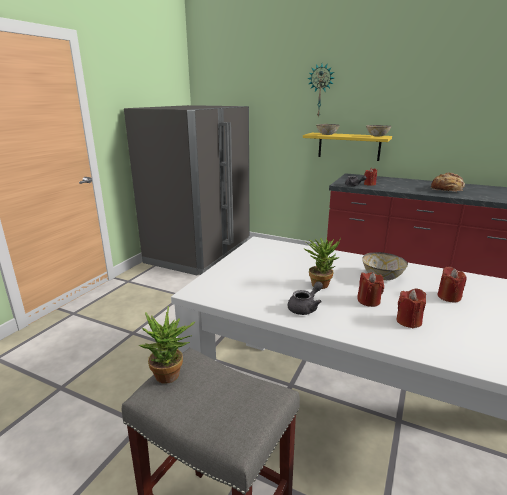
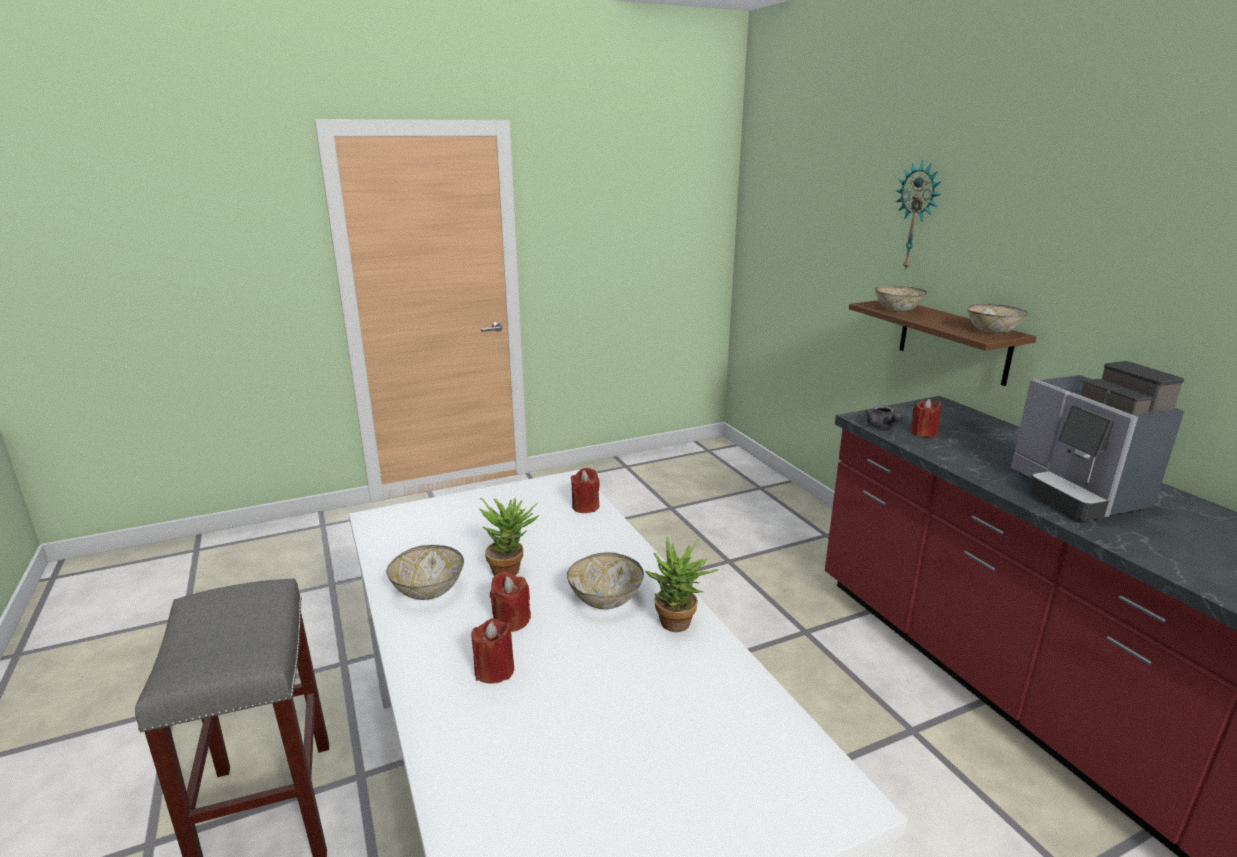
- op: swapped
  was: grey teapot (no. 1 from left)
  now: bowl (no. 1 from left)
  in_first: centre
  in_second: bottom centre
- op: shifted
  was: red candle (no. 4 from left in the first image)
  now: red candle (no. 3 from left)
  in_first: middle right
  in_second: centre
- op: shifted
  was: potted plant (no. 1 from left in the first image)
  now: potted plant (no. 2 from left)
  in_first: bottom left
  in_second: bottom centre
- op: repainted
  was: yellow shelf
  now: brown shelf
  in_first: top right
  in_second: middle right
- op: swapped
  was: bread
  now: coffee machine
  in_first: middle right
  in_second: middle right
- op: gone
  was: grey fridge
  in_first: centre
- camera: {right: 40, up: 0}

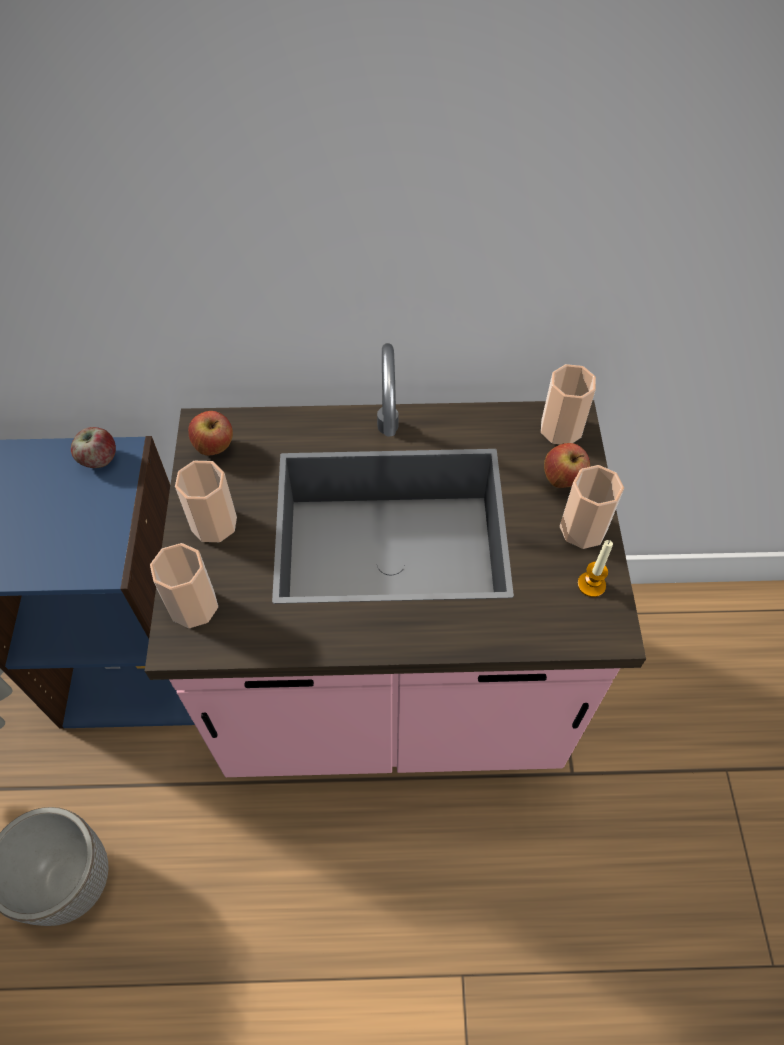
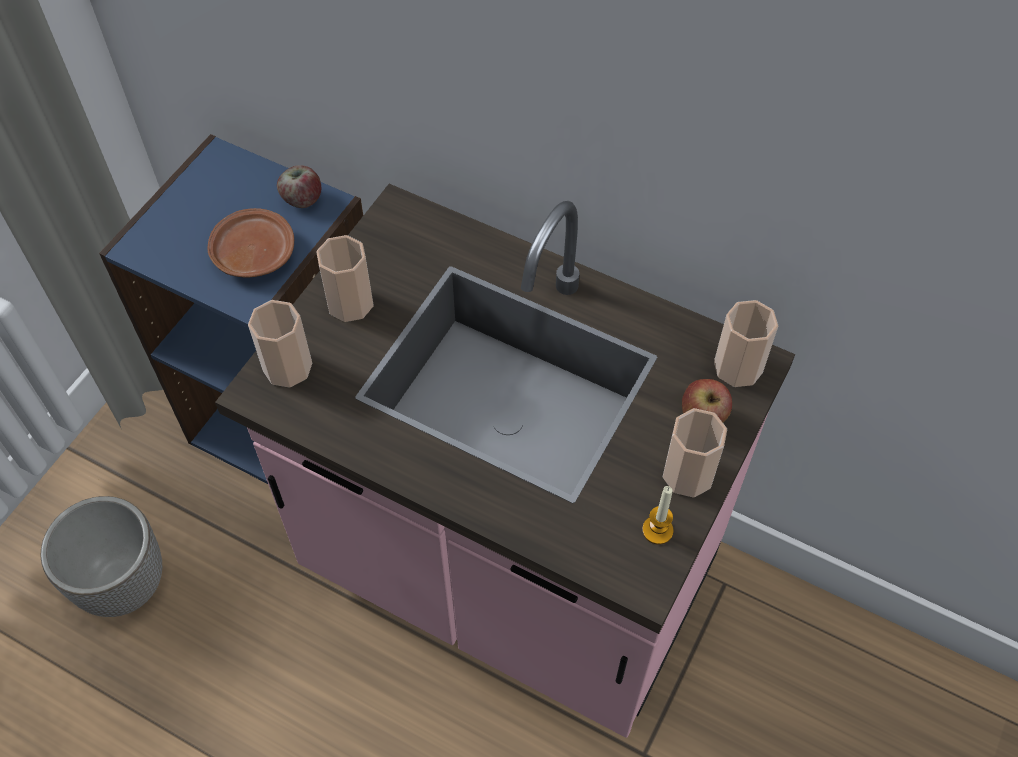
- op: new
  now: brown plate
  in_second: top left
- op: gone
  was: apple (no. 2 from left)
  in_first: middle left
- camera: {right: 30, up: 0}

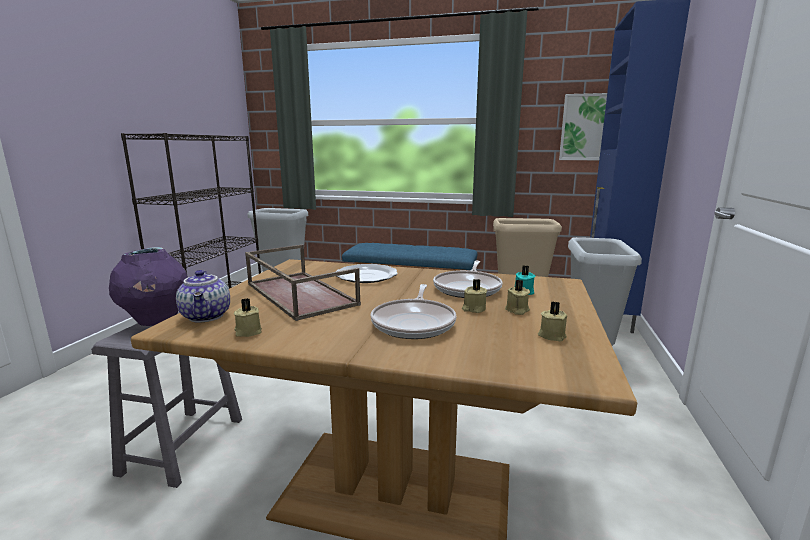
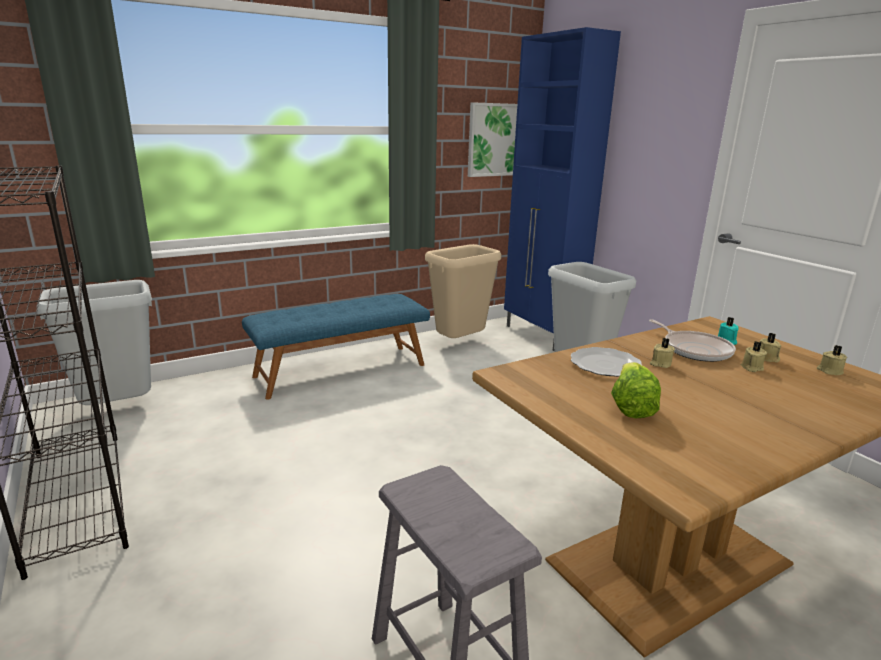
- op: swapped
  was: brown tray
  now: lettuce
  in_first: centre
  in_second: middle right
- op: shifted
  was: beige candle (no. 1 from left)
  in_first: middle left
  in_second: middle right
- op: gone
  was: purple vase
  in_first: middle left
- op: gone
  was: teapot
  in_first: middle left
- op: gone
  was: frying pan (no. 1 from left)
  in_first: centre
- camera: {right: -45, up: 5}

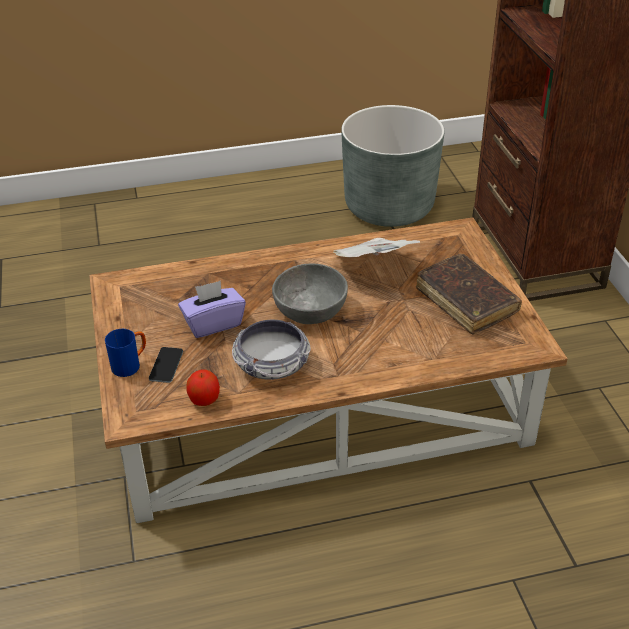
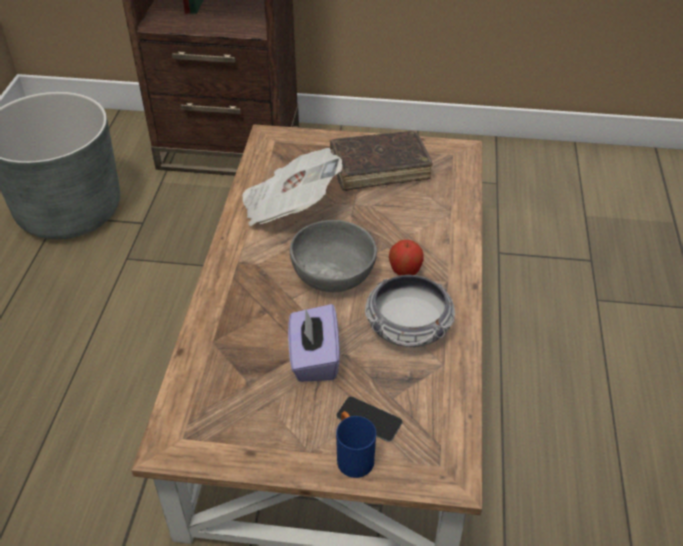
- op: shifted
  was: apple
  in_first: middle left
  in_second: centre
- camera: {right: -70, up: 5}

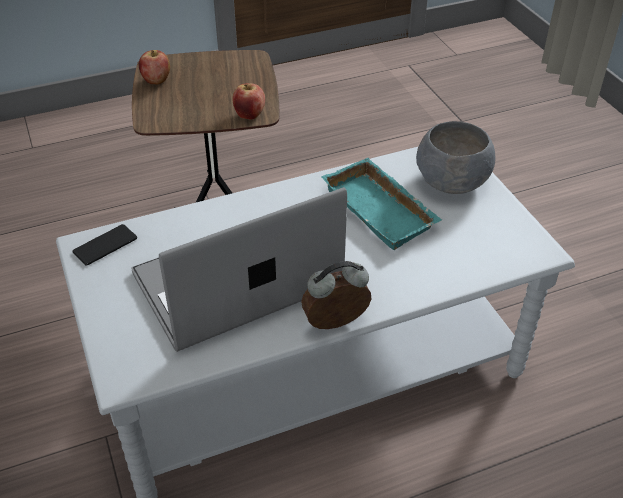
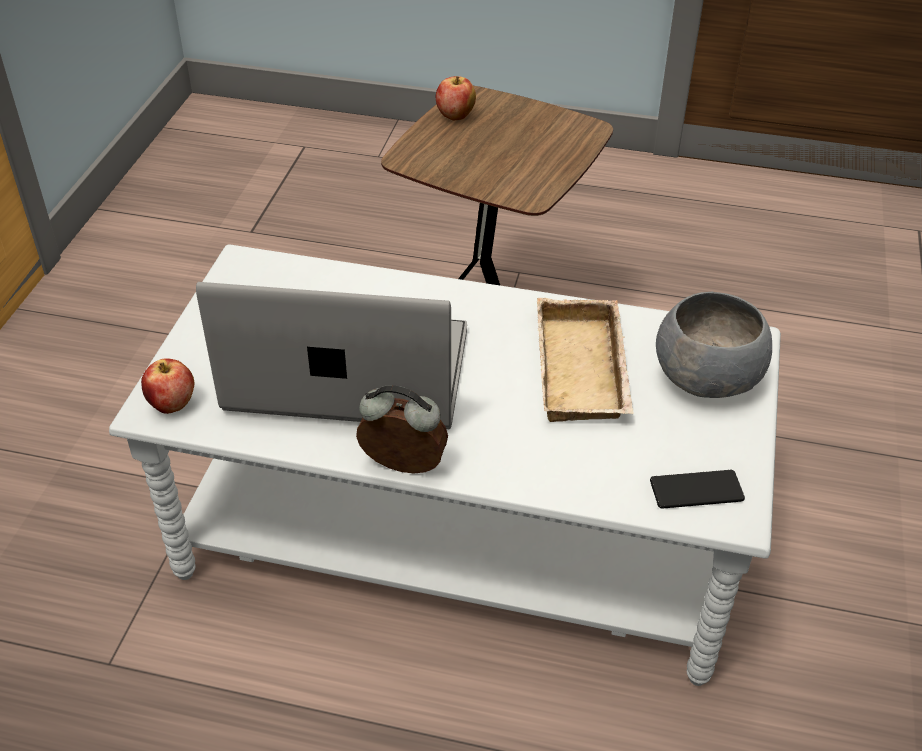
- op: shifted
  was: apple (no. 2 from left in the first image)
  now: apple (no. 1 from left)
  in_first: top centre
  in_second: middle left
- op: repainted
  was: turquoise tray
  now: beige tray
  in_first: centre
  in_second: centre
- op: shifted
  was: phone
  in_first: middle left
  in_second: middle right
- camera: {right: 35, up: 0}

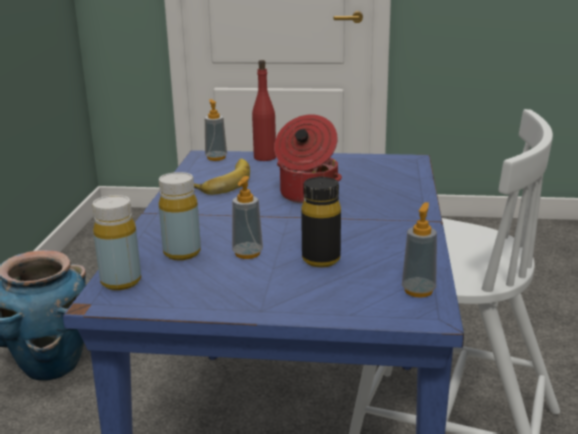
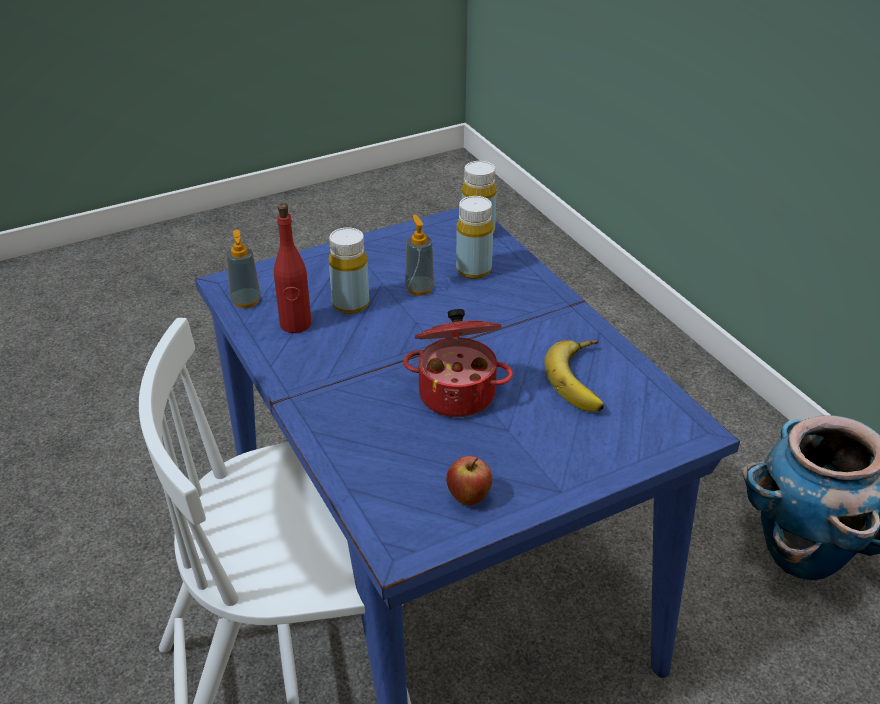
- op: shifted
  was: red bottle
  in_first: top centre
  in_second: middle left
- op: repainted
  was: black bottle
  now: yellow bottle (no. 1 from left)
  in_first: centre
  in_second: centre
- op: new
  now: apple
  in_second: bottom centre
- op: gone
  was: soap dispenser (no. 1 from left)
  in_first: top centre
- camera: {right: 145, up: 15}

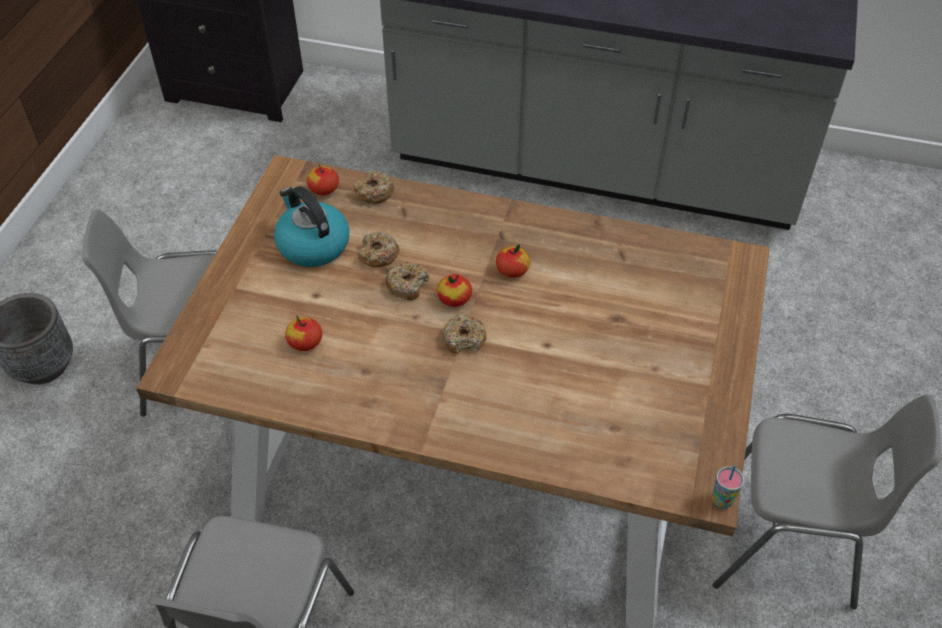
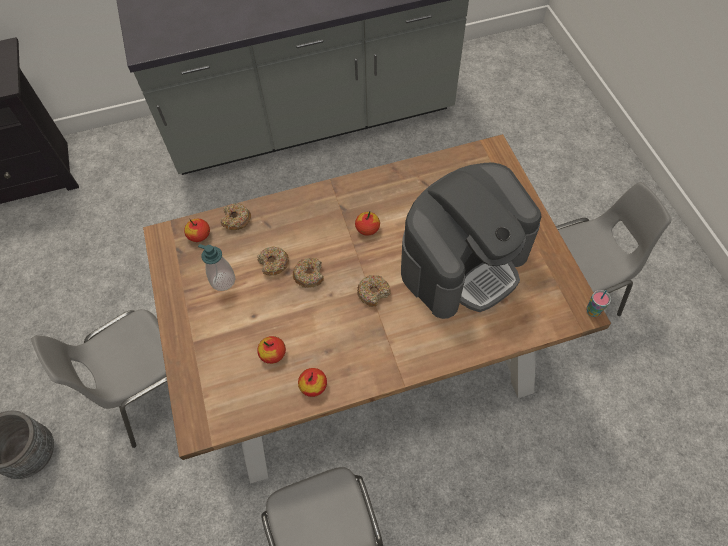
- op: swapped
  was: kettle
  now: soap dispenser
  in_first: middle left
  in_second: middle left
- op: shifted
  was: apple (no. 3 from left)
  in_first: centre
  in_second: bottom centre
- op: new
  now: coffee machine
  in_second: centre
- camera: {right: -30, up: 10}

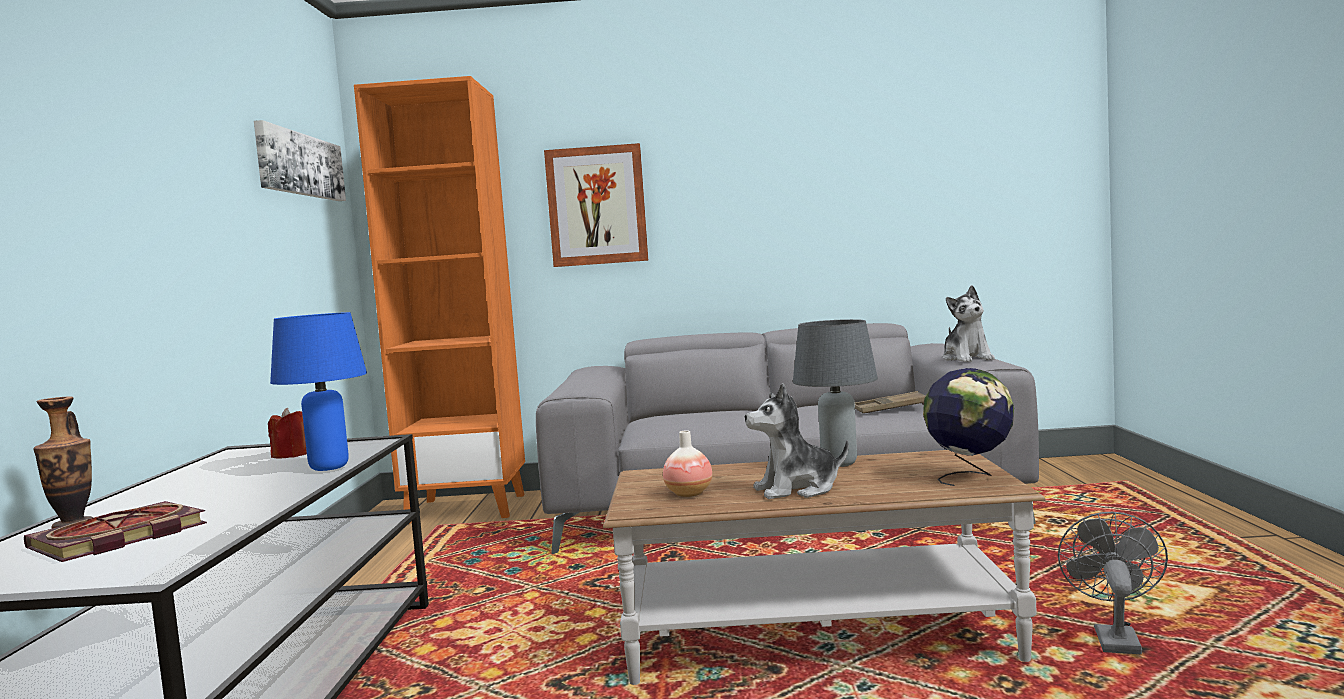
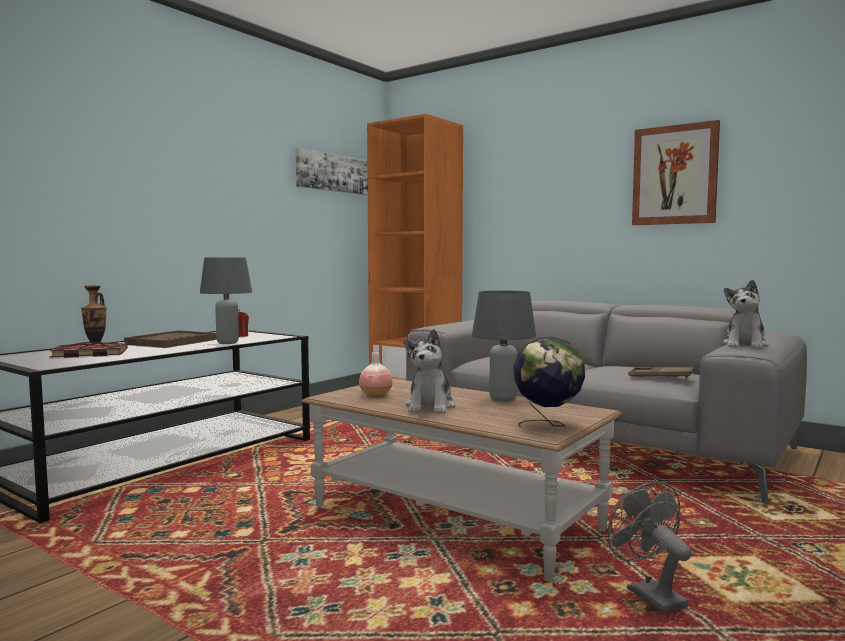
- op: new
  now: brown tray (no. 1 from left)
  in_second: middle left
- op: repainted
  was: blue table lamp
  now: grey table lamp (no. 1 from left)
  in_first: middle left
  in_second: middle left
- op: rotated
  was: plush toy (no. 1 from left)
  in_first: centre
  in_second: centre
  clockwise: -105
- op: rotated
  was: grey fan
  in_first: bottom right
  in_second: bottom right
  clockwise: -75
- op: shifted
  was: picture (no. 2 from left)
  in_first: top centre
  in_second: top right
- camera: {right: 35, up: 0}

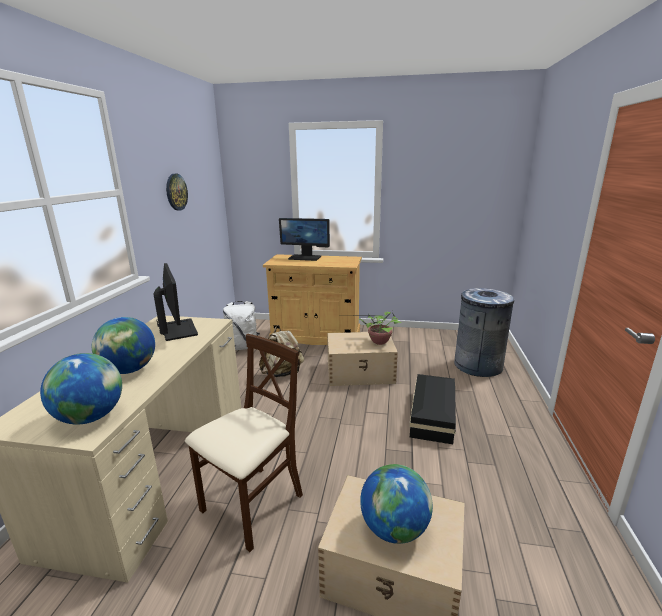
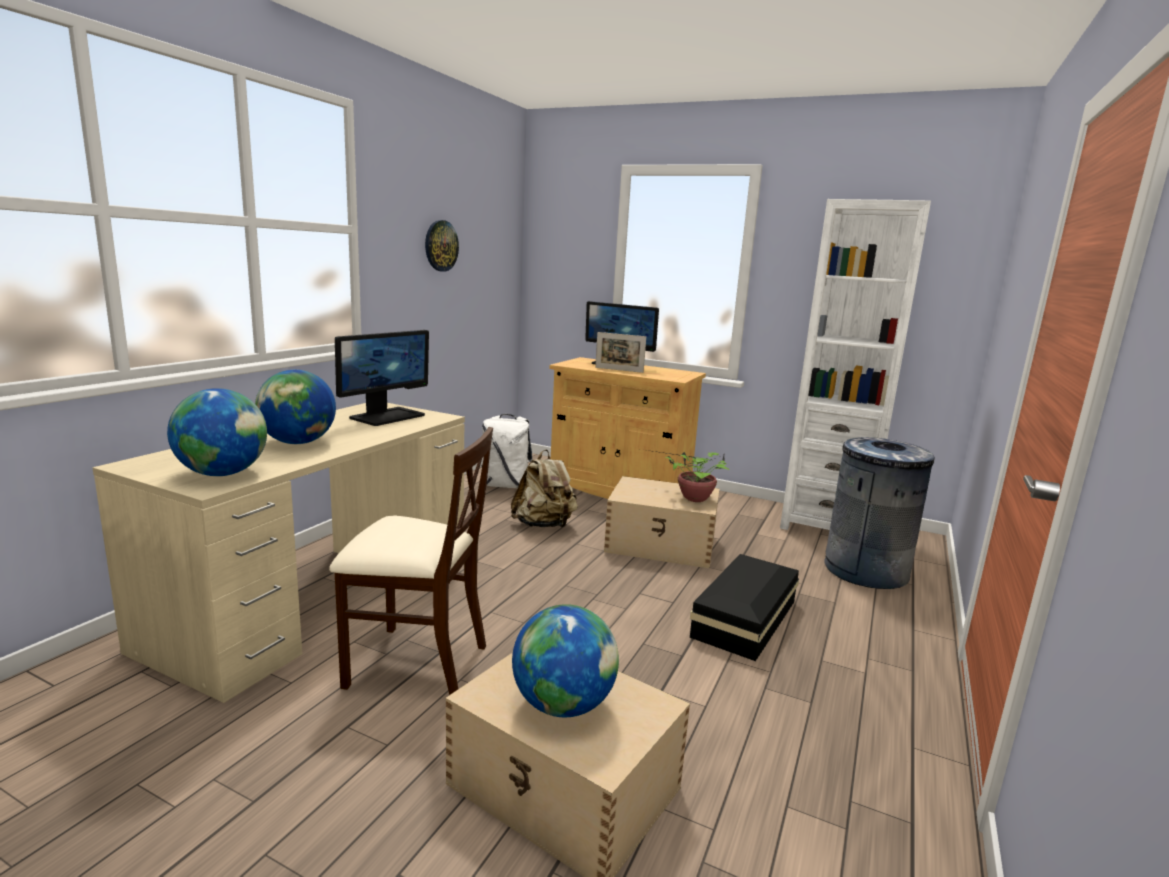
- op: rotated
  was: beige chair
  in_first: bottom centre
  in_second: centre
  clockwise: 45
- op: rotated
  was: monitor (no. 1 from left)
  in_first: middle left
  in_second: middle left
  clockwise: 45
- op: new
  now: picture frame
  in_second: centre
- op: new
  now: white bookcase
  in_second: middle right
- camera: {right: 15, up: -5}

